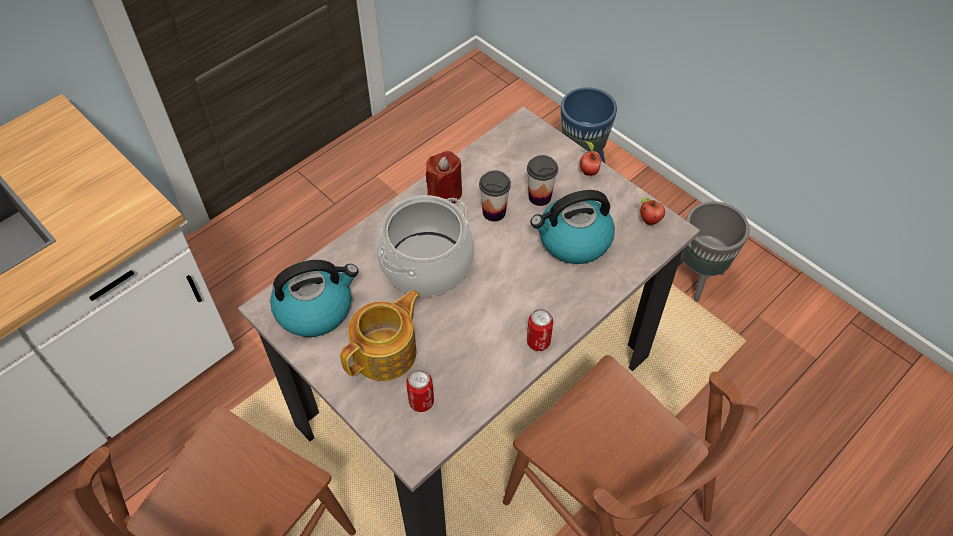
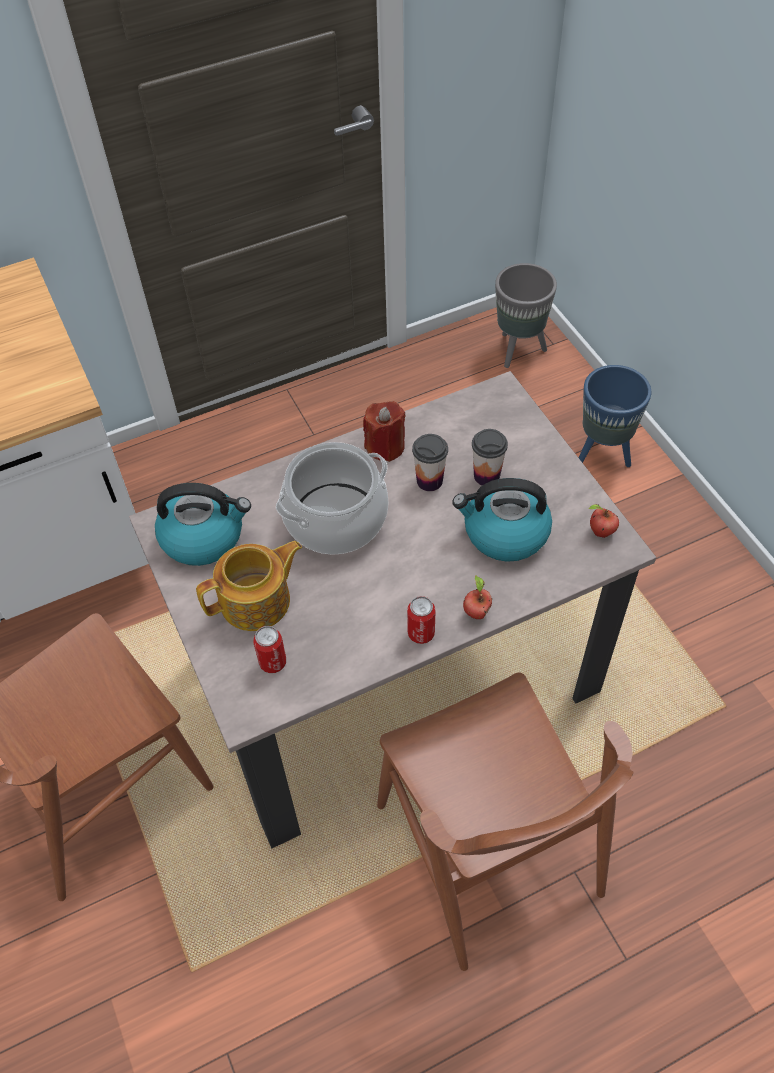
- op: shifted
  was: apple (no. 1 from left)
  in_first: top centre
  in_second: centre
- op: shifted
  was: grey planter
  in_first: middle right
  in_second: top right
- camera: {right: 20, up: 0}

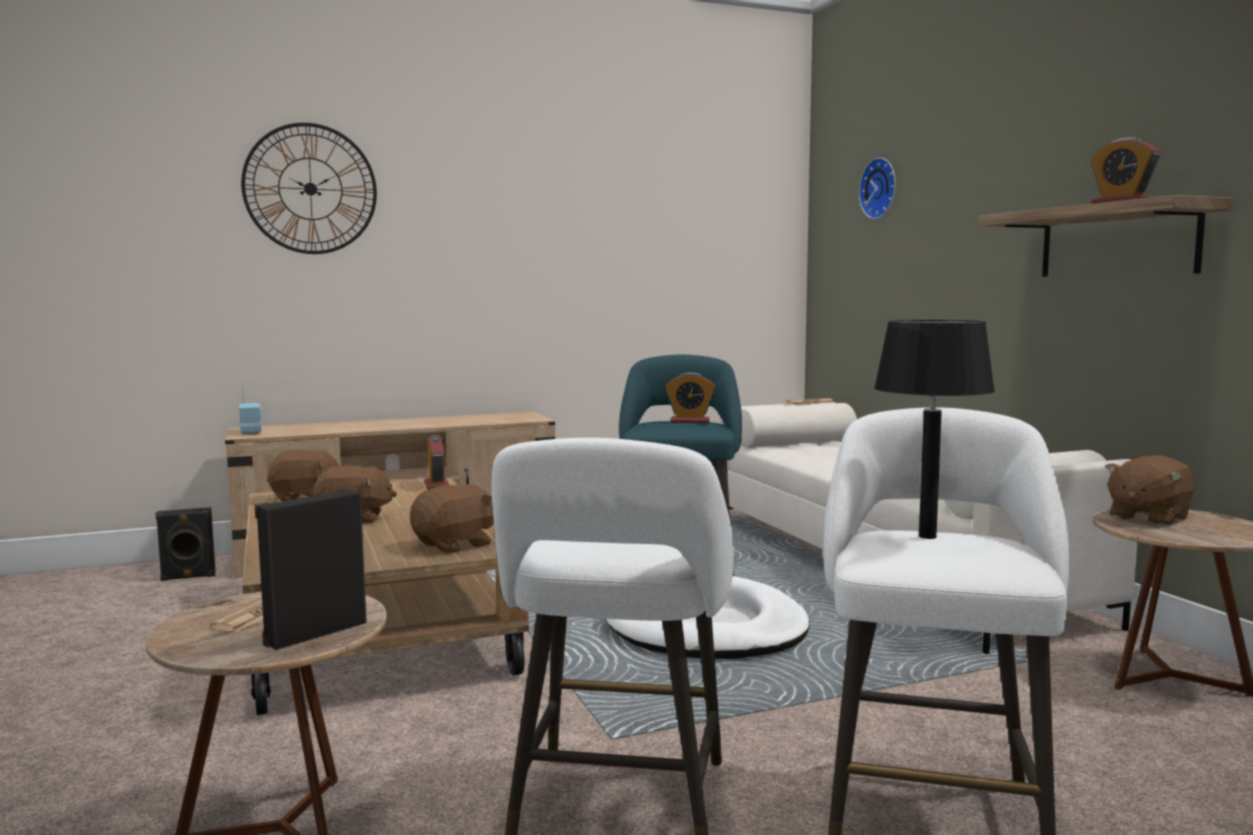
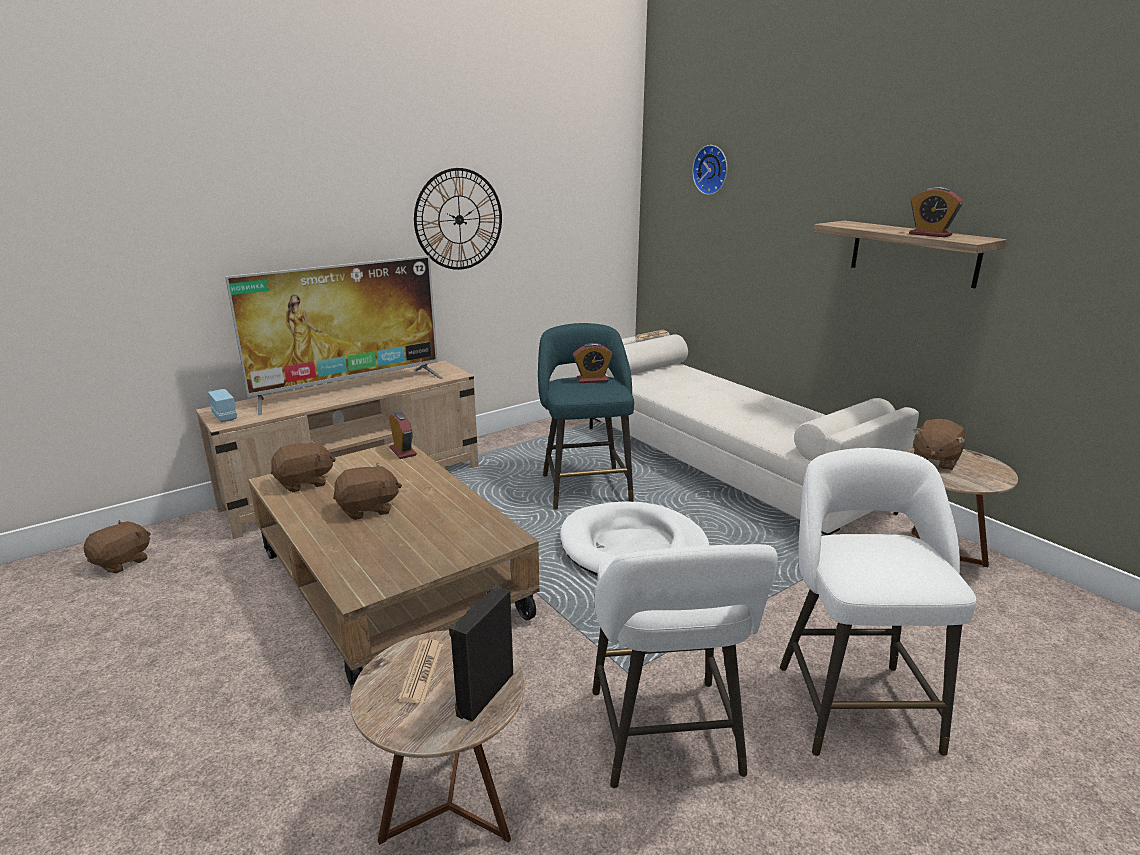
- op: shifted
  was: brown plush toy (no. 3 from left in the first image)
  now: brown plush toy (no. 1 from left)
  in_first: centre
  in_second: middle left
- op: new
  now: television
  in_second: middle left
- op: shifted
  was: wall clock (no. 1 from left)
  in_first: top left
  in_second: top centre
- op: gone
  was: black speaker (no. 1 from left)
  in_first: middle left
- op: gone
  was: black table lamp
  in_first: middle right
- camera: {right: -15, up: 15}

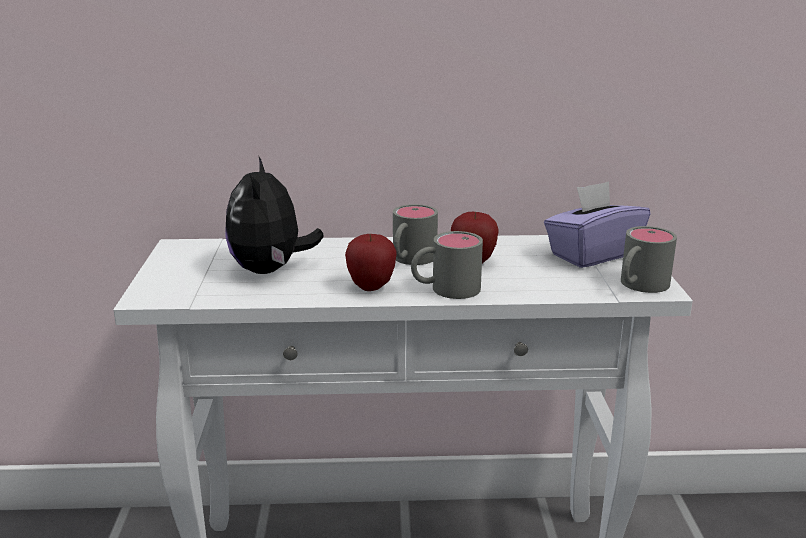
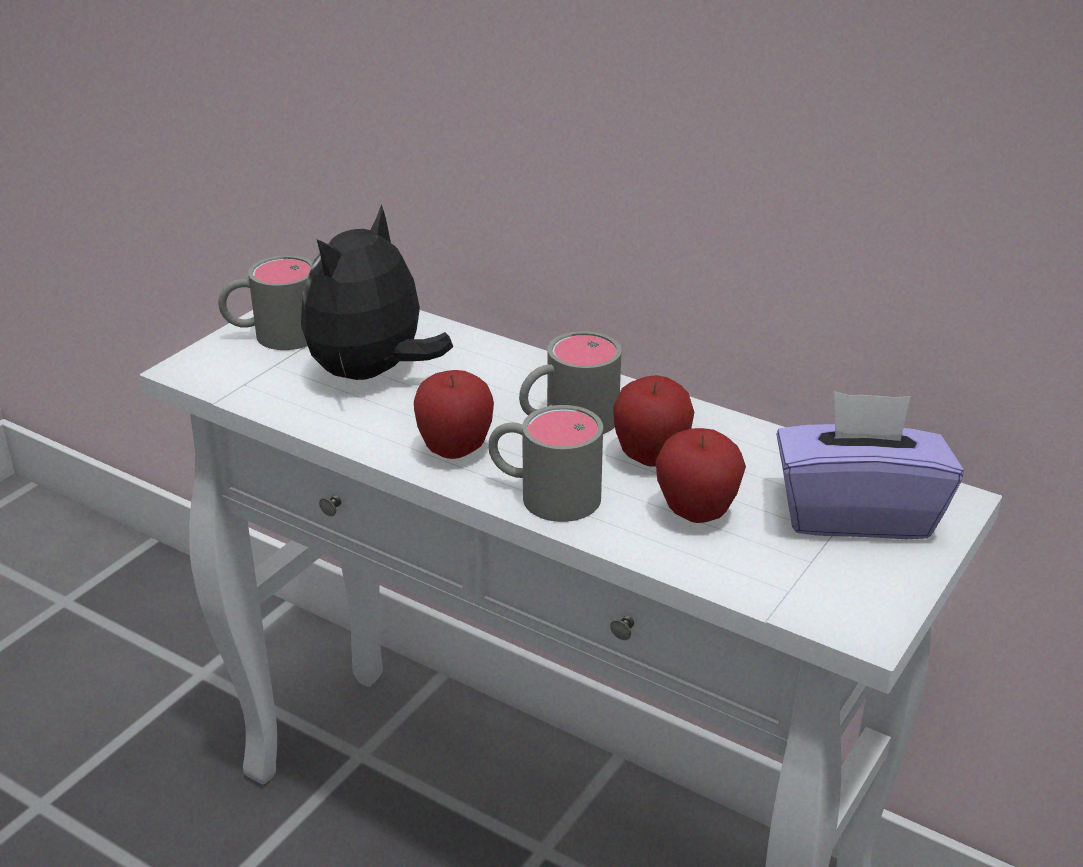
- op: shifted
  was: grey mug (no. 3 from left in the first image)
  now: grey mug (no. 1 from left)
  in_first: middle right
  in_second: middle left
- op: new
  now: apple (no. 3 from left)
  in_second: centre
- camera: {right: 35, up: 10}

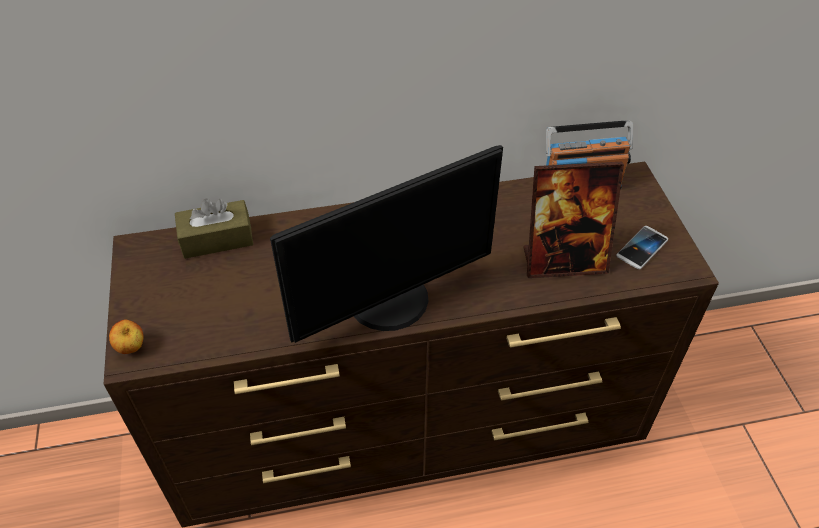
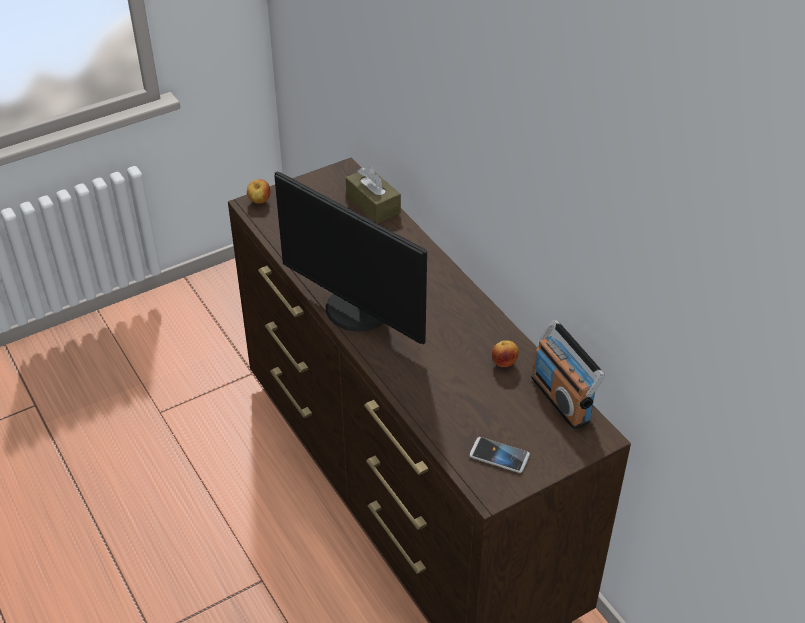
- op: new
  now: apple (no. 2 from left)
  in_second: centre
- op: gone
  was: picture frame
  in_first: middle right
- camera: {right: 70, up: -5}

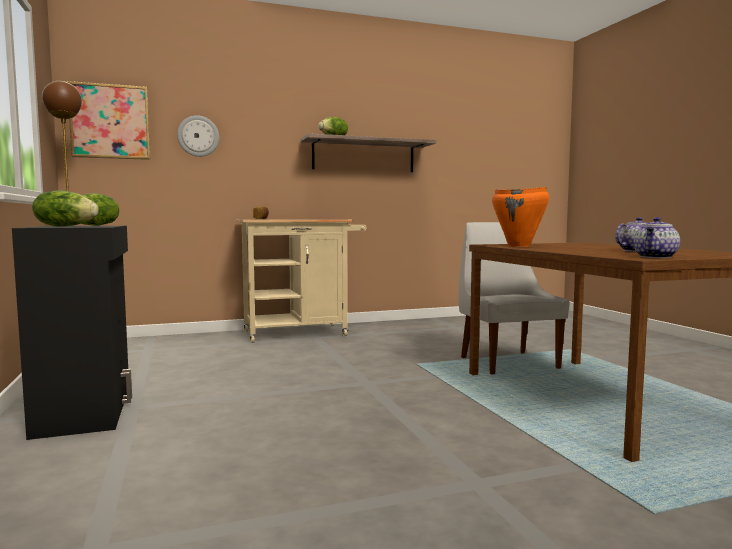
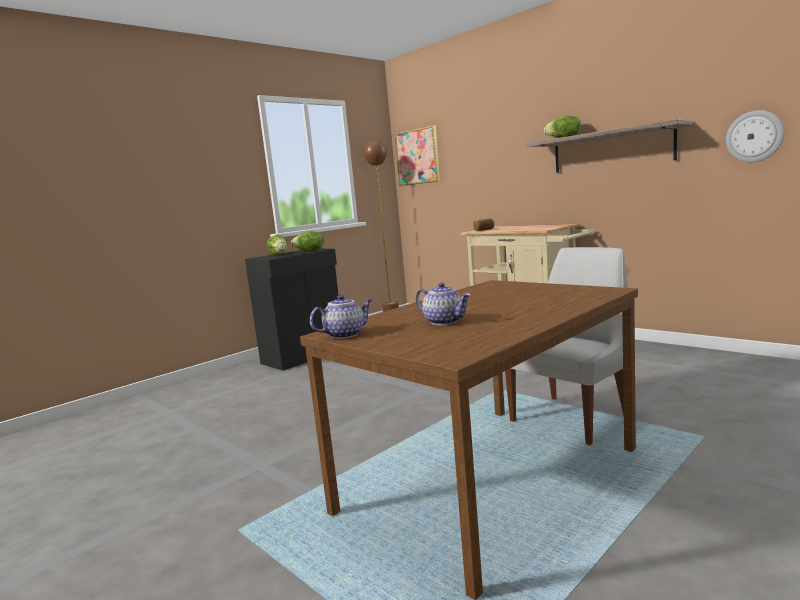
- op: rotated
  was: teapot (no. 2 from left in the first image)
  in_first: middle right
  in_second: centre
  clockwise: 135
- op: shifted
  was: wall clock
  in_first: top left
  in_second: top right
- op: gone
  was: orange cooking pot
  in_first: middle right
- camera: {right: 65, up: 5}

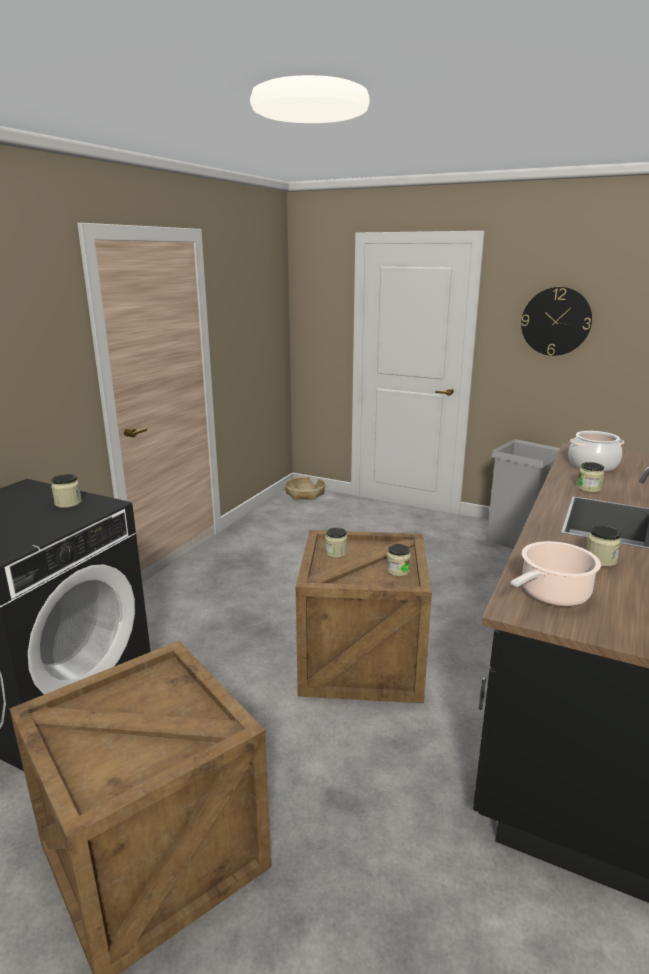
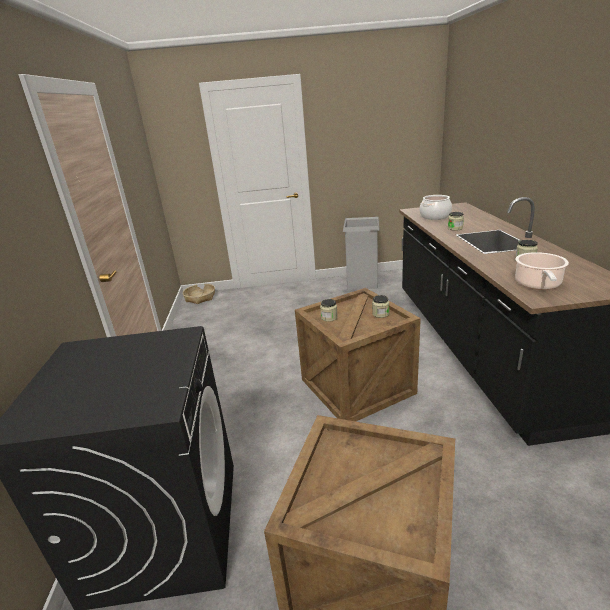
- op: gone
  was: jar (no. 1 from left)
  in_first: middle left
- op: gone
  was: wall clock
  in_first: top right
- camera: {right: -30, up: 5}

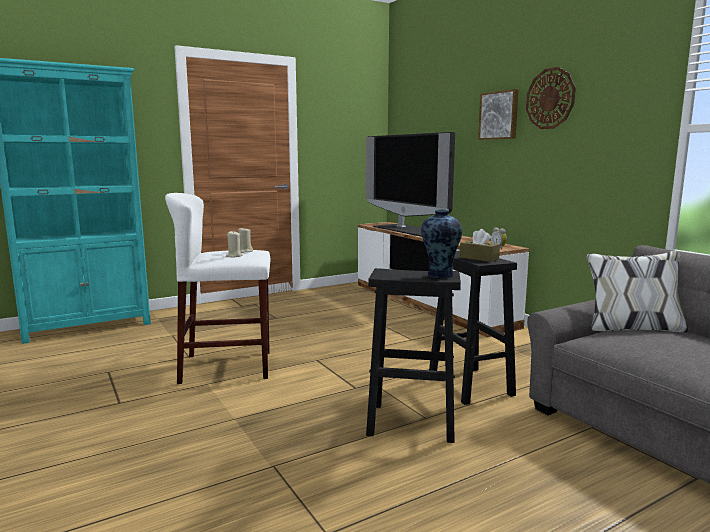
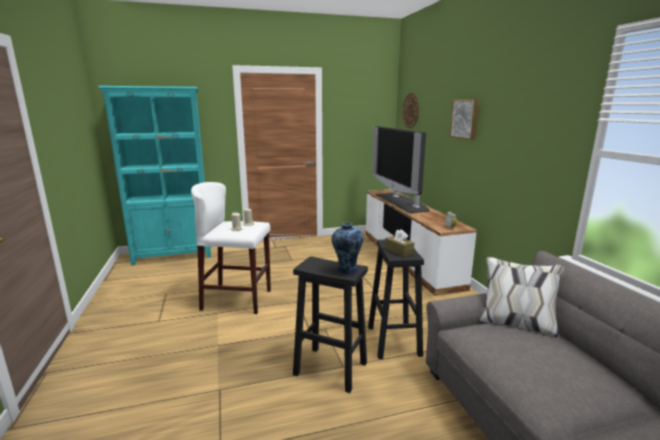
- op: shifted
  was: wall clock
  in_first: top right
  in_second: top centre
- camera: {right: 15, up: 5}

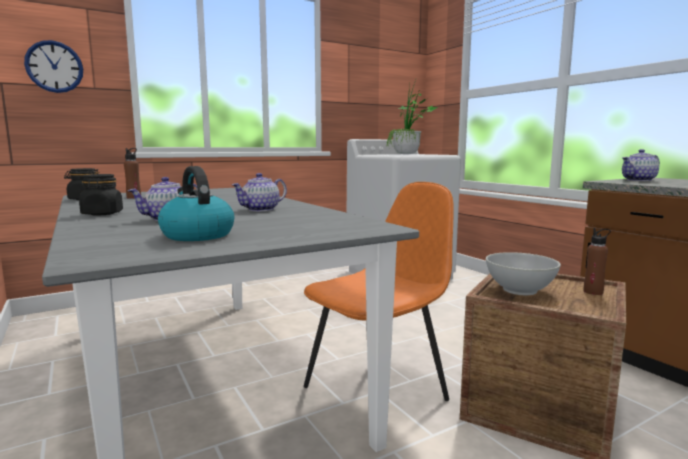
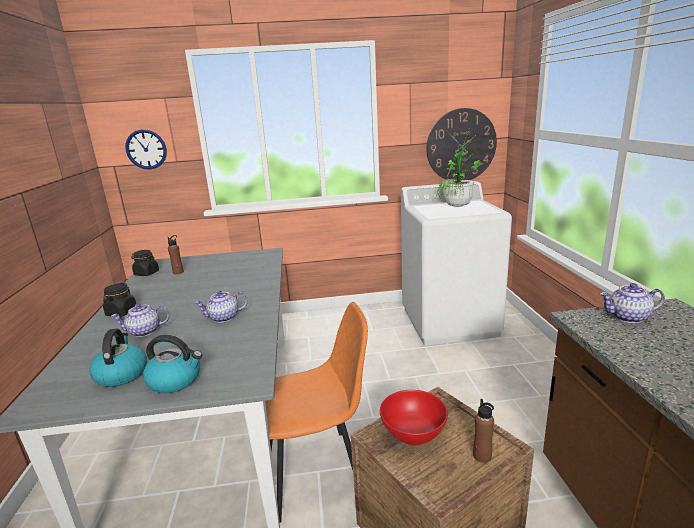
- op: new
  now: kettle (no. 2 from left)
  in_second: bottom left
- op: repainted
  was: white bowl
  now: red bowl
  in_first: middle right
  in_second: bottom centre
- op: new
  now: wall clock (no. 2 from left)
  in_second: top centre
- camera: {right: 25, up: 10}

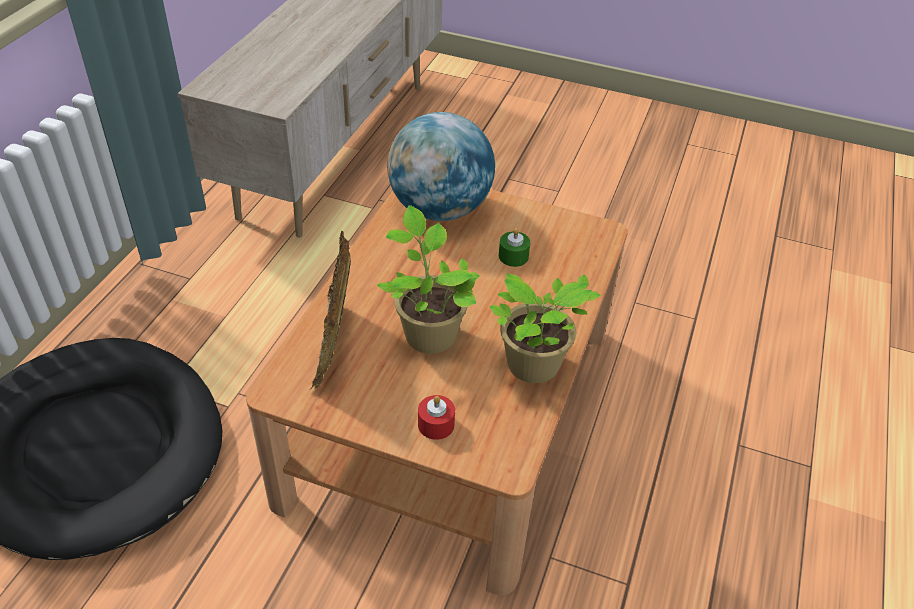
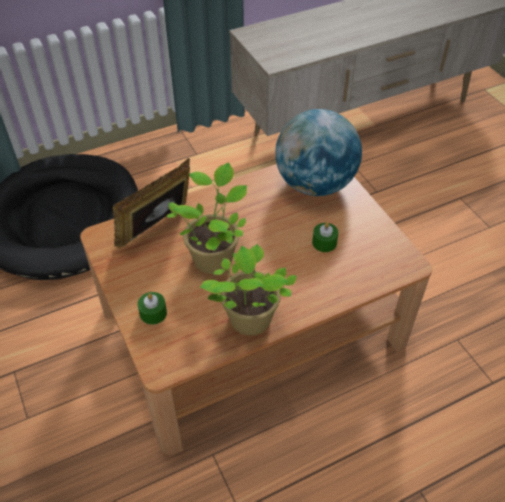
- op: repainted
  was: red candle
  now: green candle (no. 1 from left)
  in_first: bottom centre
  in_second: middle left
- camera: {right: 45, up: 5}

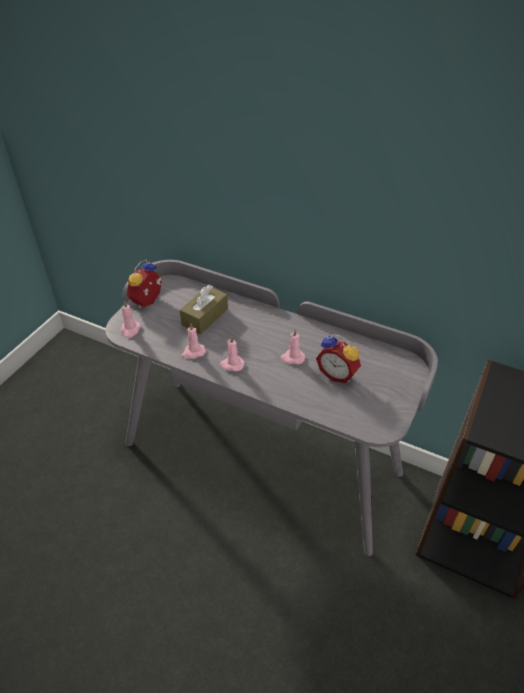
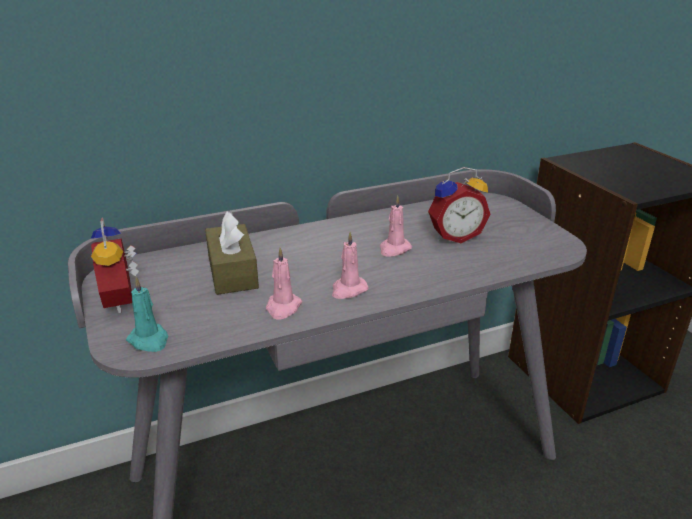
- op: repainted
  was: pink candle (no. 1 from left)
  now: turquoise candle
  in_first: middle left
  in_second: middle left
- camera: {right: -50, up: -15}

